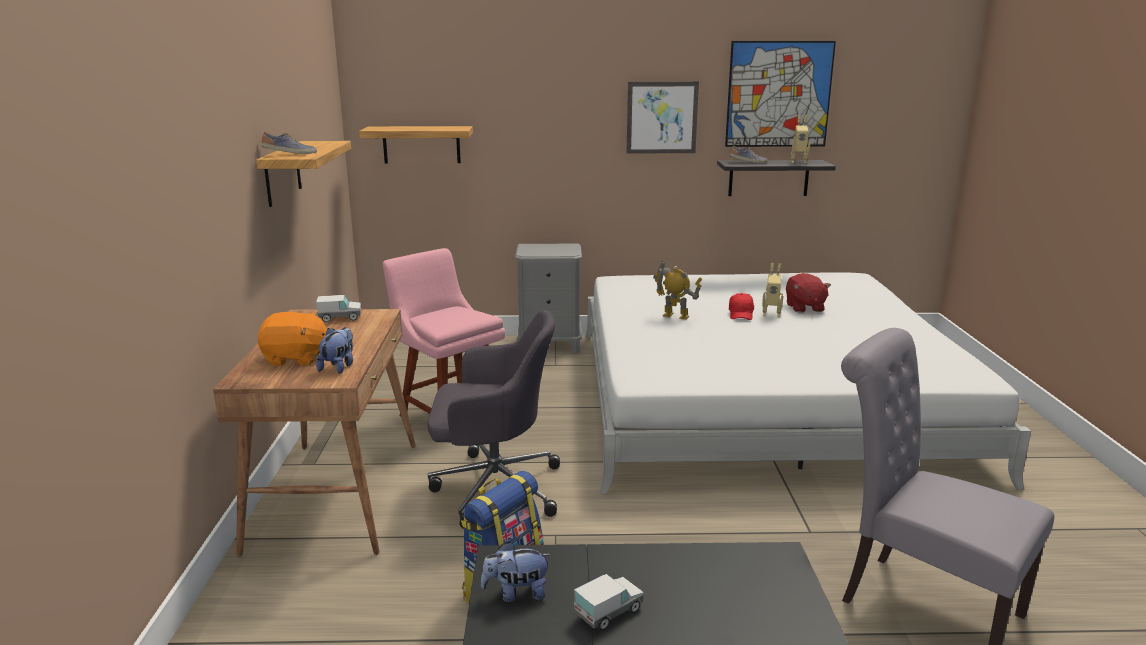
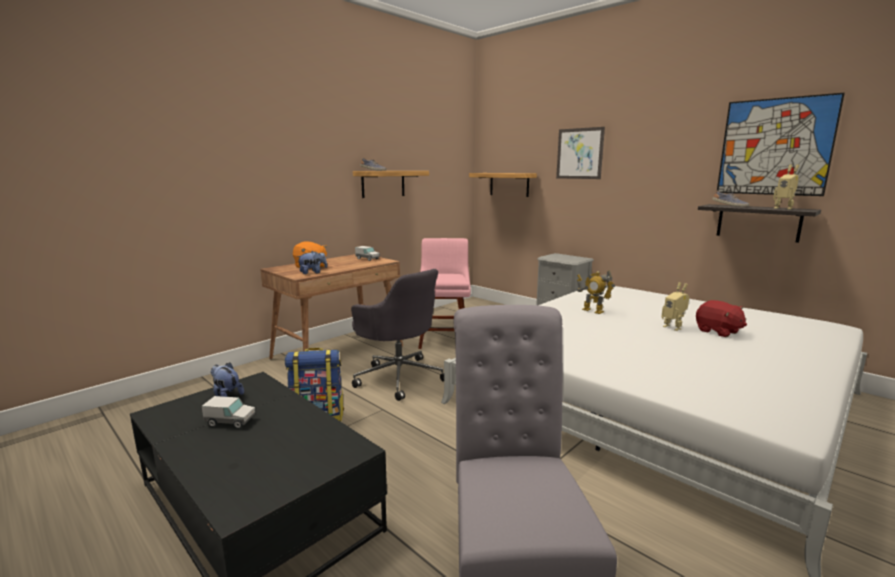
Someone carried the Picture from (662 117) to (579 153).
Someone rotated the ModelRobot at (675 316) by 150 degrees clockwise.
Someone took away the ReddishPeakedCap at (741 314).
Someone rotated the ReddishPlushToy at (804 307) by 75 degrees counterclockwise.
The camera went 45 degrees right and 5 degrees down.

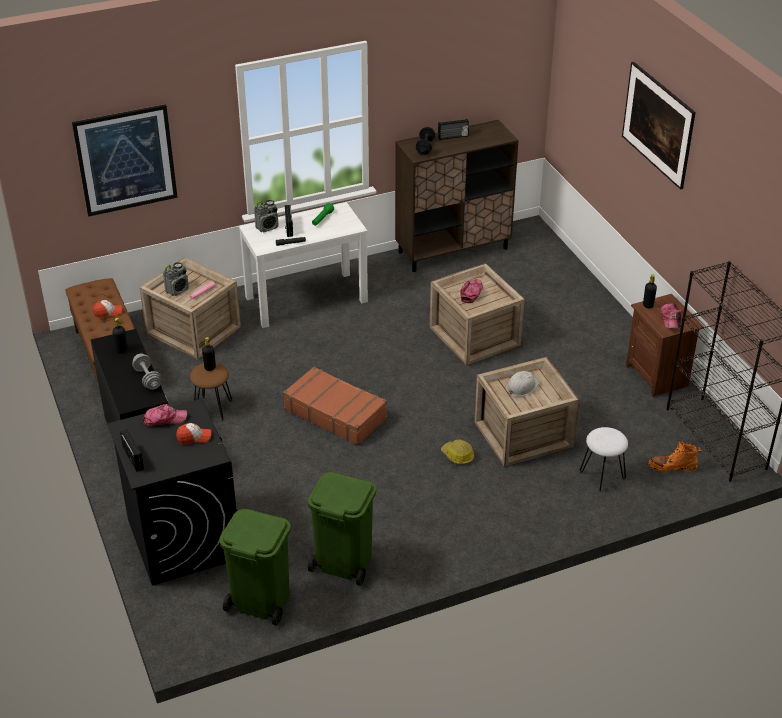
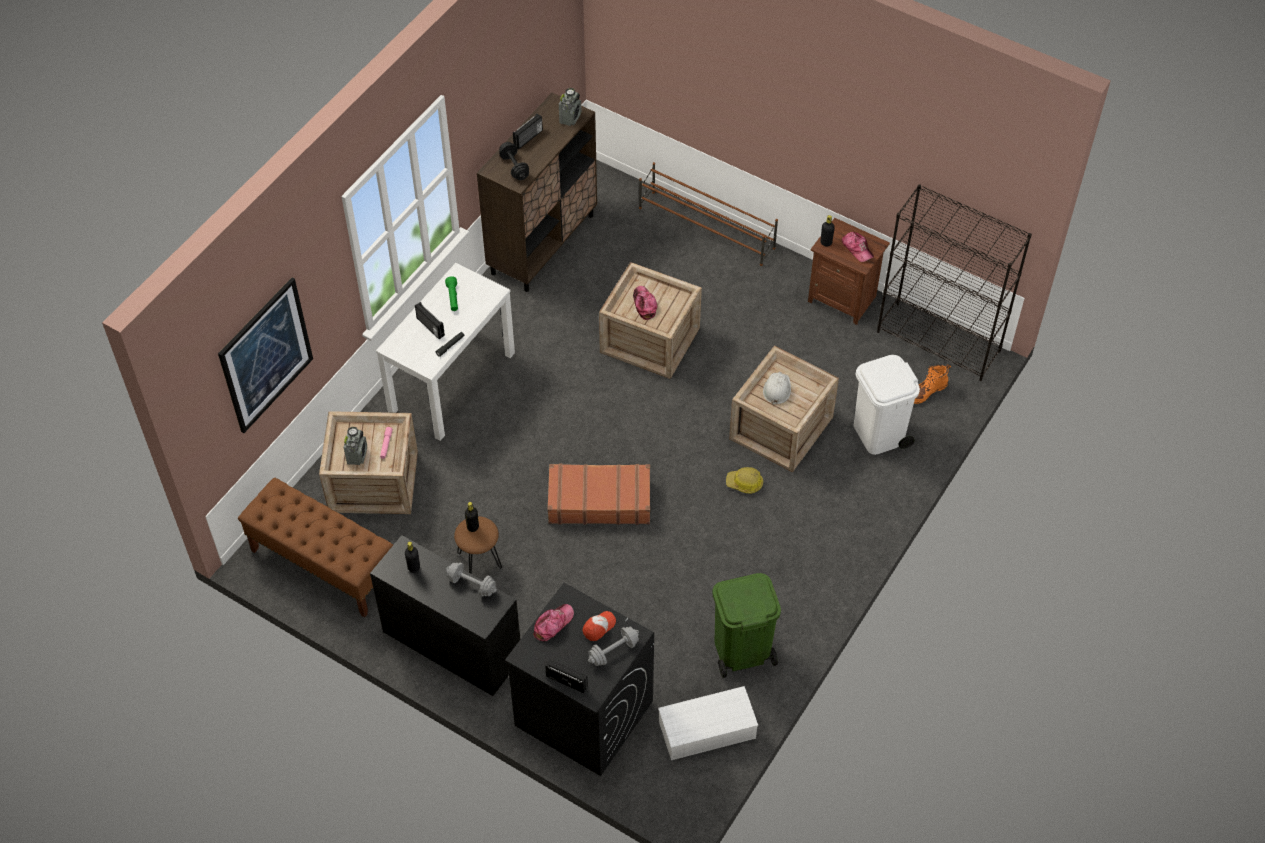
Someone took away the PeakedCap at (108 312).
Someone swapped the GreenRubbishBin at (260 601) for the WhiteStorageBin at (706 731).
Someone carried the RadioReceiver from (267 227) to (570 118).
Someone swapped the WhiteStool at (602 476) for the WhiteRubbishBin at (879 434).
Someone took away the Picture at (655 143).
Someone put down the GrayFreeWeight at (613 651).
Someone put down the BrownishShoeRack at (706 228).
The camera went 35 degrees left and 15 degrees up.

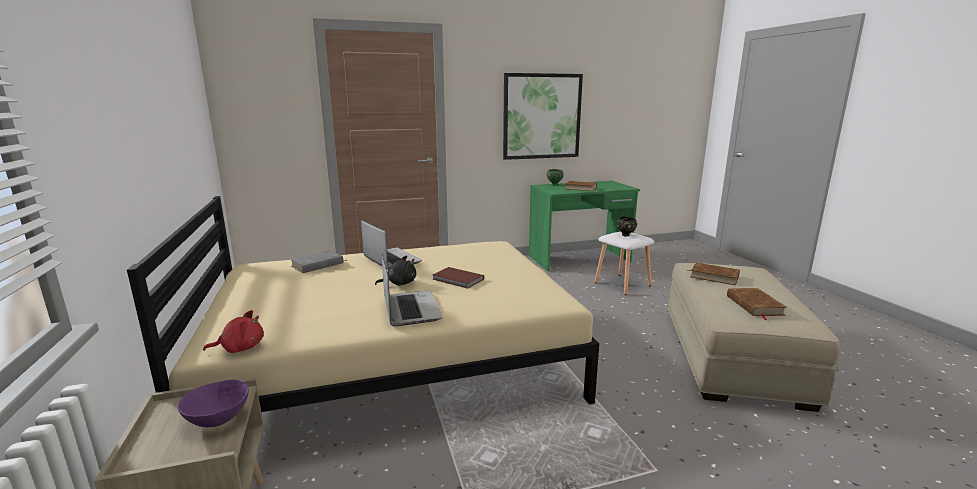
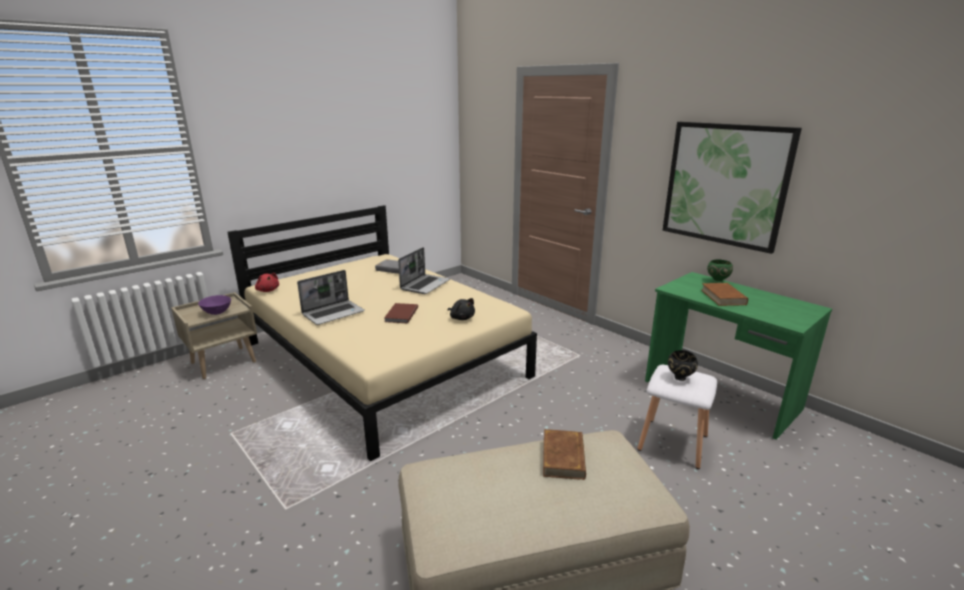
Someone carried the BlackishPlushToy from (399 283) to (461 318).
Someone took away the BrownishBoundBook at (754 305).
The camera went 65 degrees right and 5 degrees up.

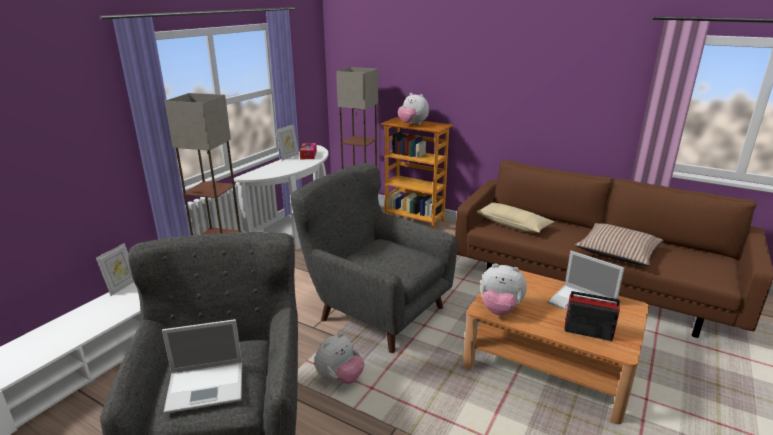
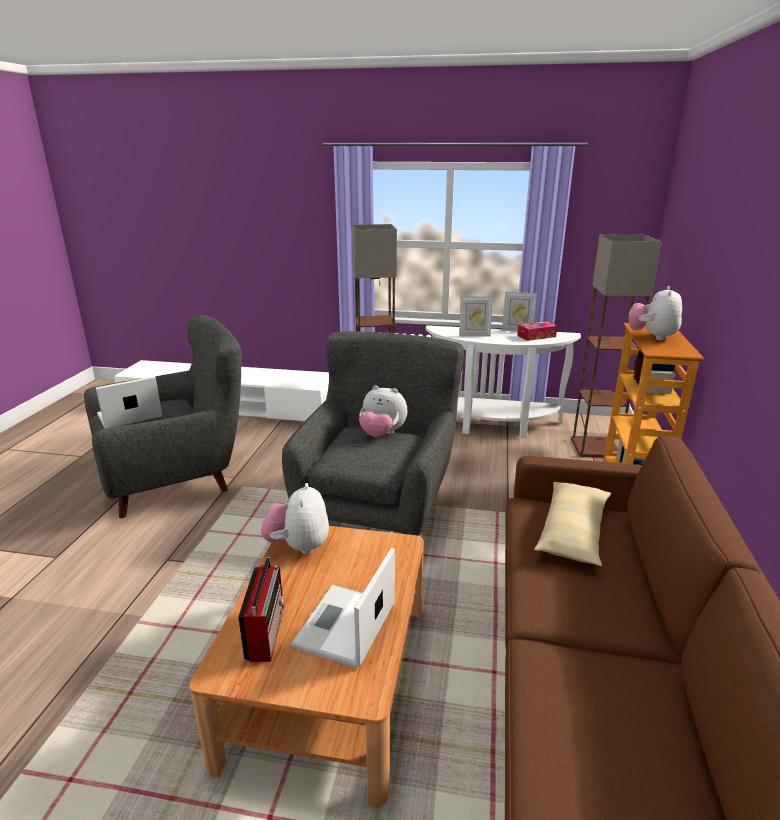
Someone carried the PictureFrame from (122 287) to (474 335).
Someone rotated the NotebookComputer at (207 386) by 90 degrees clockwise.
Someone carried the PlushToy from (340 378) to (382 434).
Someone took away the Pillow at (617 252).
The camera went 70 degrees right and 0 degrees up.

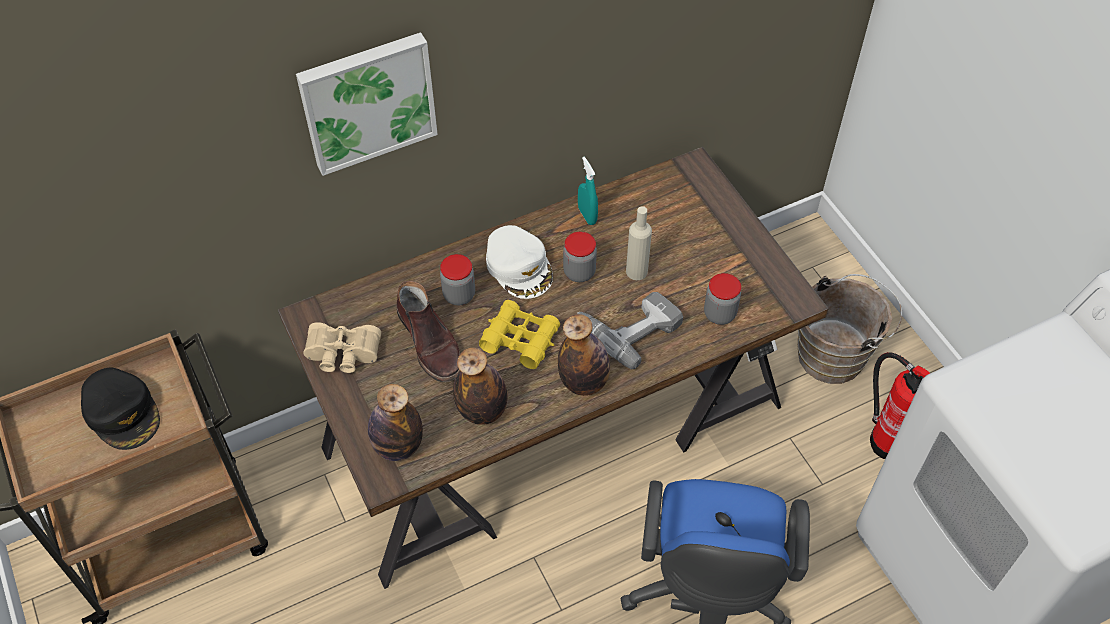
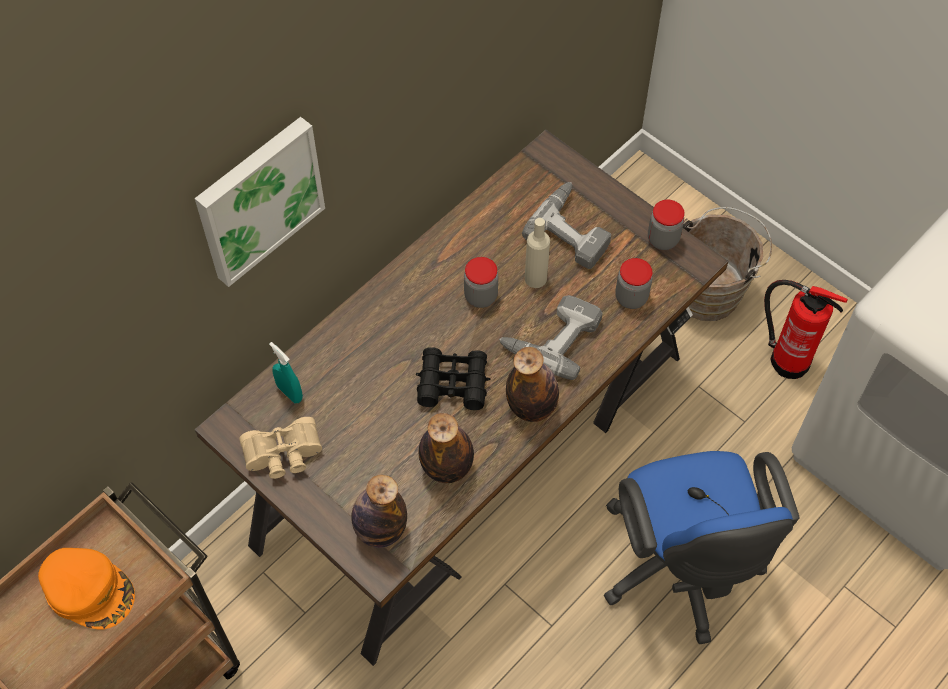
Someone repainted the BlackishPeakedCap at (123 412), which became the OrangeColouredPeakedCap at (89 590).
Someone took away the BrownishHighTopBoot at (431 343).
Someone carried the PreserveJar from (459 295) to (663 239).
Someone repainted the YellowFieldGlasses at (520 339), which became the BlackishFieldGlasses at (452 383).
Someone took away the WhitePeakedCap at (519 266).
Someone carried the BlueGreenSprayBottle from (587 215) to (289 393).
Someone put down the Drill at (573 230).
The camera went 20 degrees left and 5 degrees up.

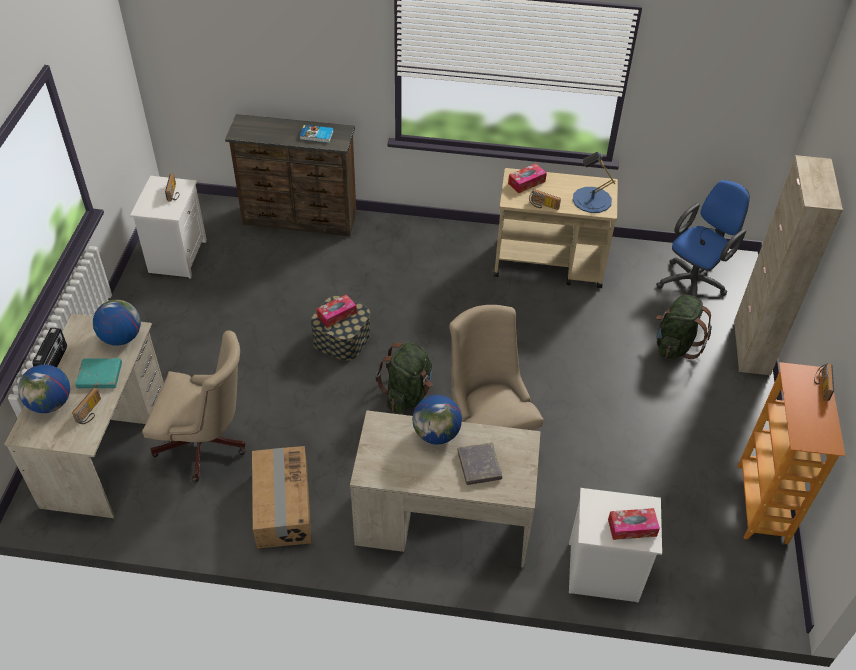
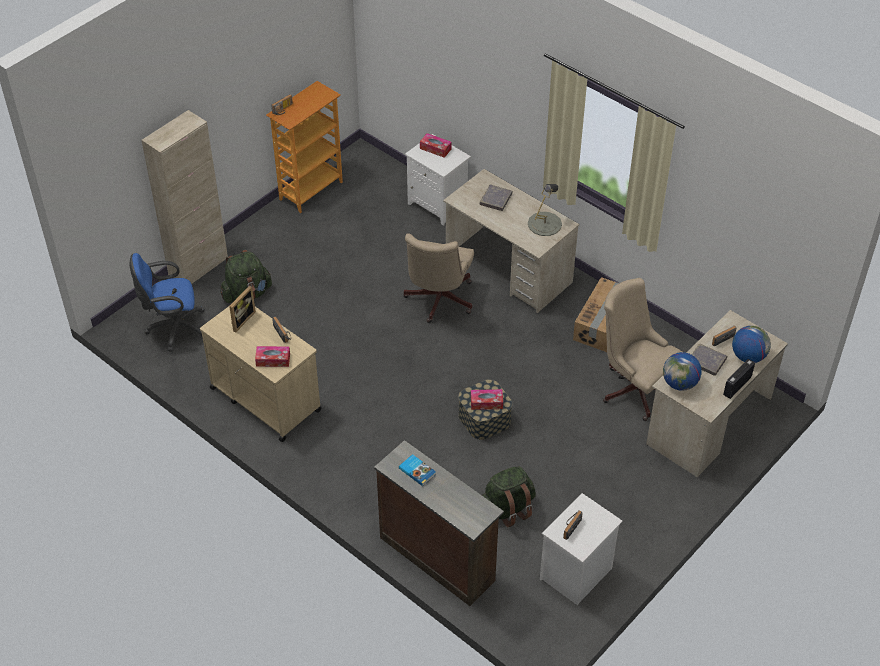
Someone repainted the BlueGreenBoundBook at (99 375), which became the GrayBoundBook at (706 361).
Someone carried the GreenBackpack from (407 394) to (507 509).
Someone took away the DeskGlobe at (436 434).
Someone swapped the BlueColouredTabletopLamp at (592 200) for the PictureFrame at (241 320).
Someone put down the GrayTabletopLamp at (544 224).
The camera went 145 degrees left and 0 degrees up.

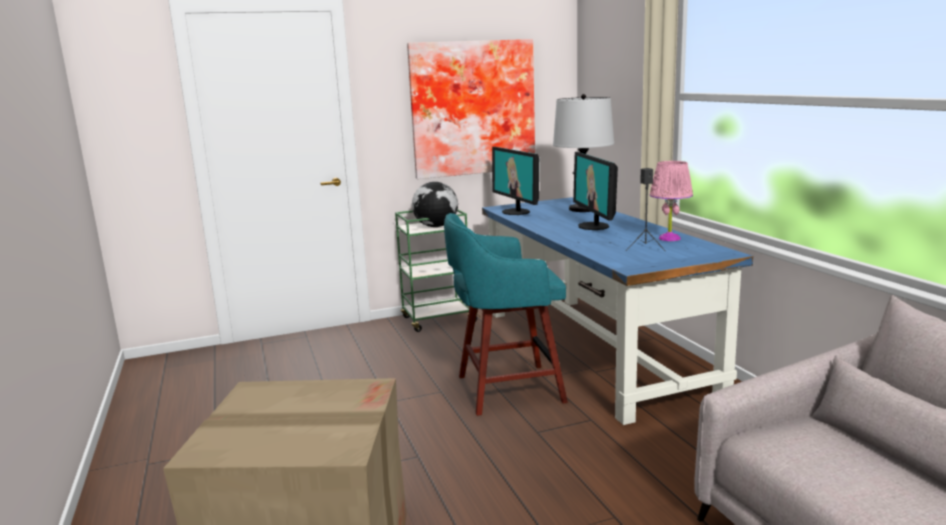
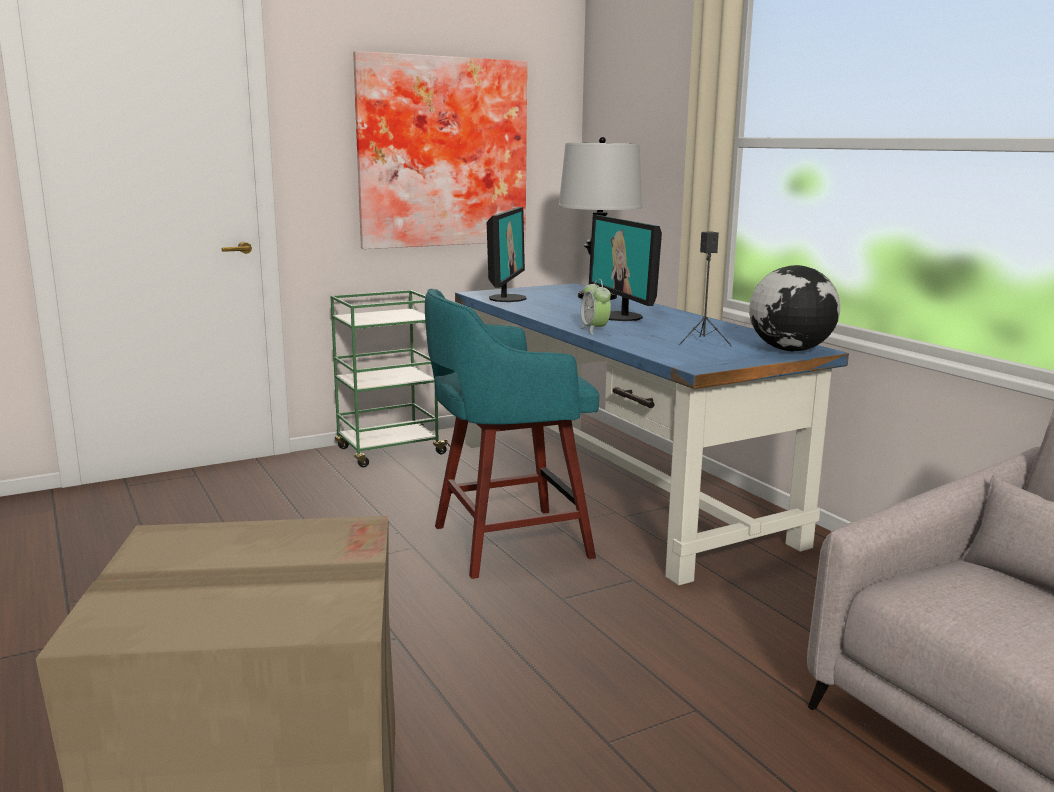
Someone carried the DeskGlobe from (436 226) to (790 350).
Someone rotated the ComputerScreen at (516 212) by 135 degrees counterclockwise.
Someone took away the PinkTabletopLamp at (669 238).
Someone put down the TableClock at (594 330).
The camera went 10 degrees left and 0 degrees up.

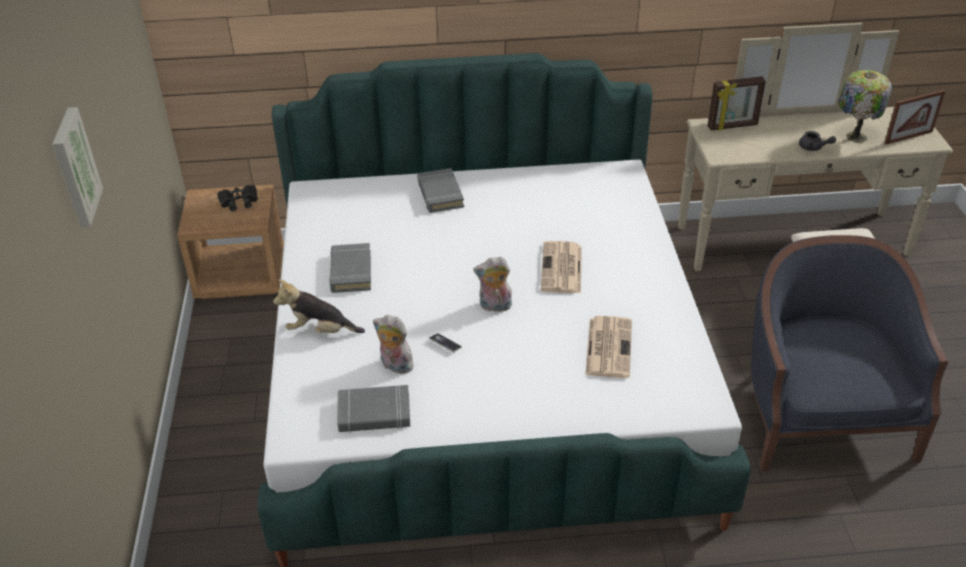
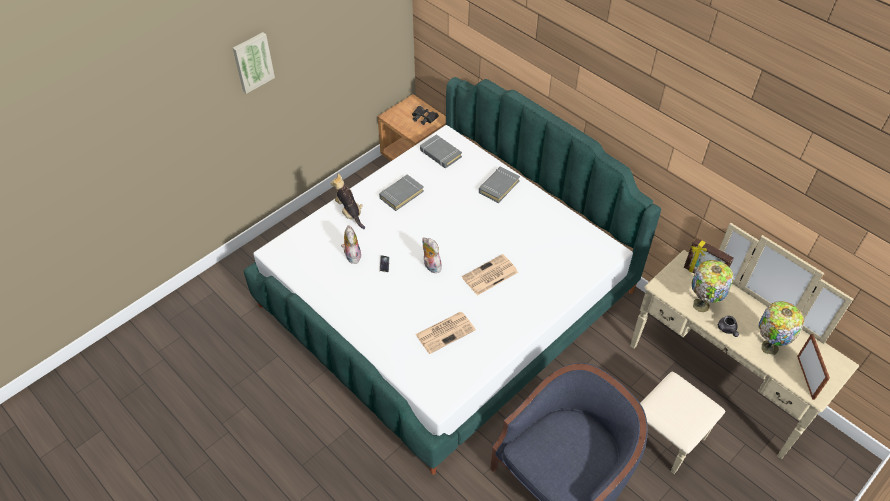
Someone carried the GrayBoundBook from (374 413) to (440 154).
Someone rotated the PictureFrame at (908 137) by 120 degrees counterclockwise.
Someone put down the TabletopLamp at (702 305).
The camera went 50 degrees right and 10 degrees up.

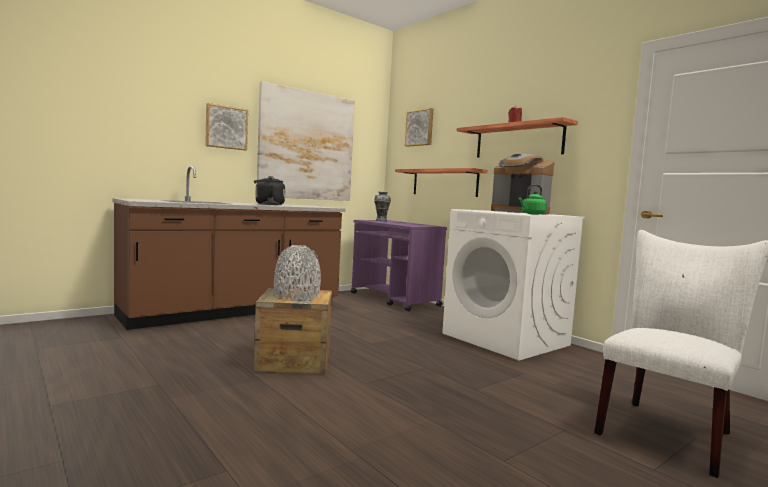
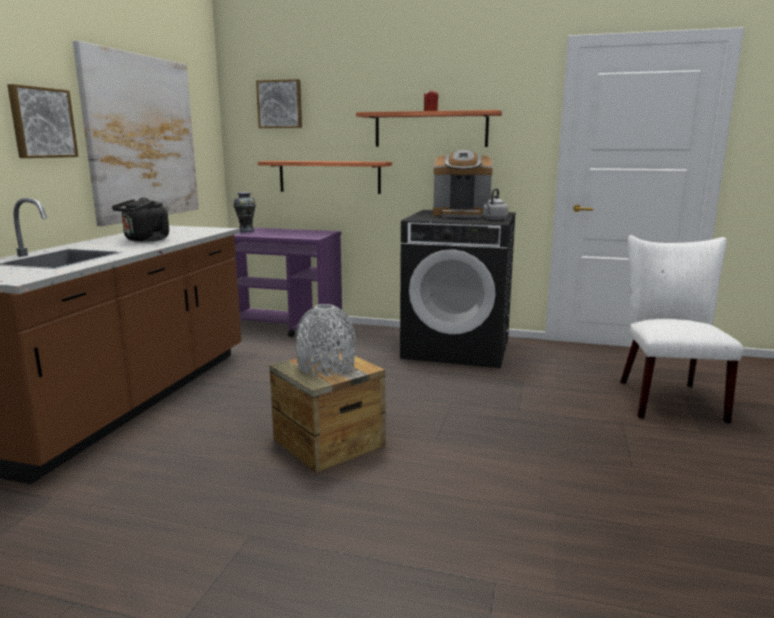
Someone repainted the WhiteLaundryMachine at (506 339), which became the BlackishLaundryMachine at (457 348).
Someone repainted the GreenWaterKettle at (532 214), which became the GrayWaterKettle at (494 219).
The camera went 35 degrees left and 10 degrees up.

